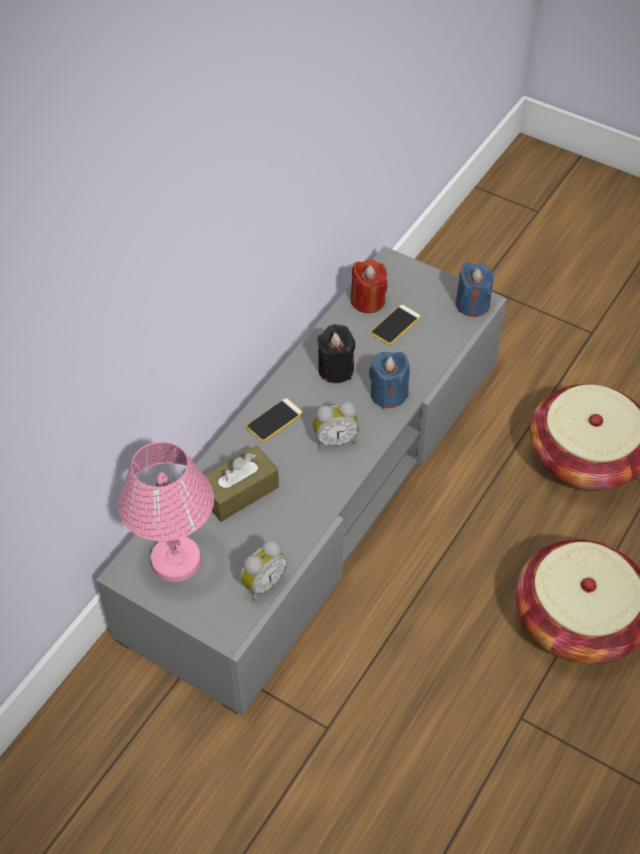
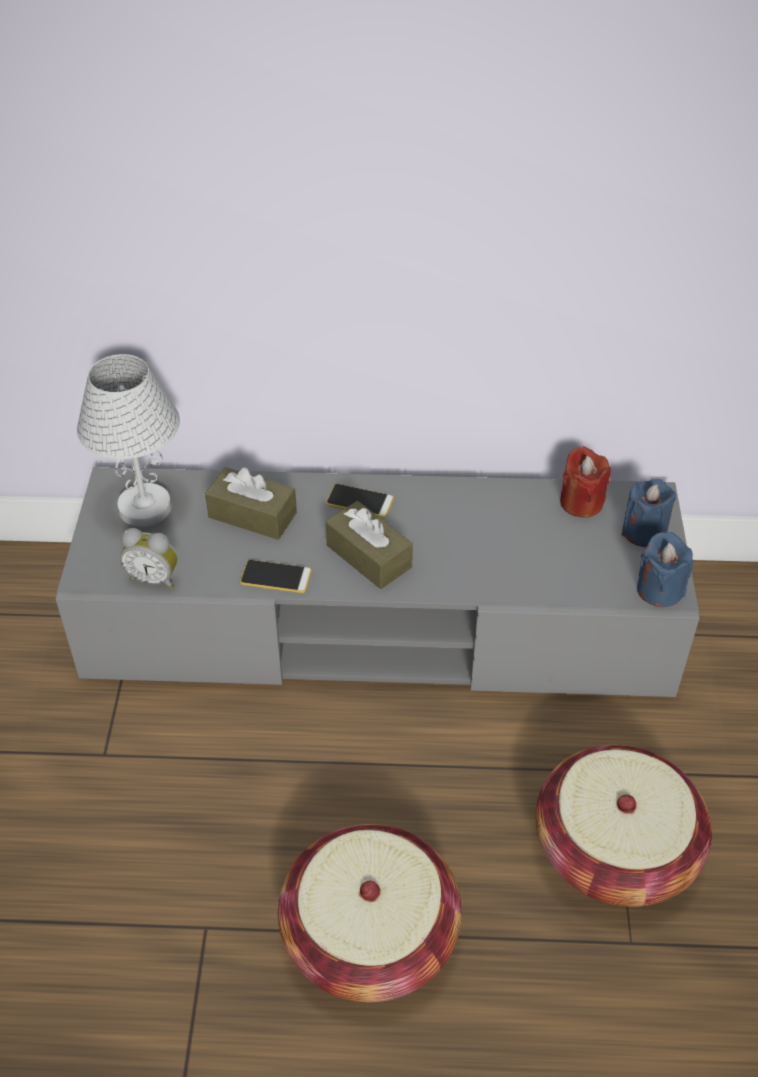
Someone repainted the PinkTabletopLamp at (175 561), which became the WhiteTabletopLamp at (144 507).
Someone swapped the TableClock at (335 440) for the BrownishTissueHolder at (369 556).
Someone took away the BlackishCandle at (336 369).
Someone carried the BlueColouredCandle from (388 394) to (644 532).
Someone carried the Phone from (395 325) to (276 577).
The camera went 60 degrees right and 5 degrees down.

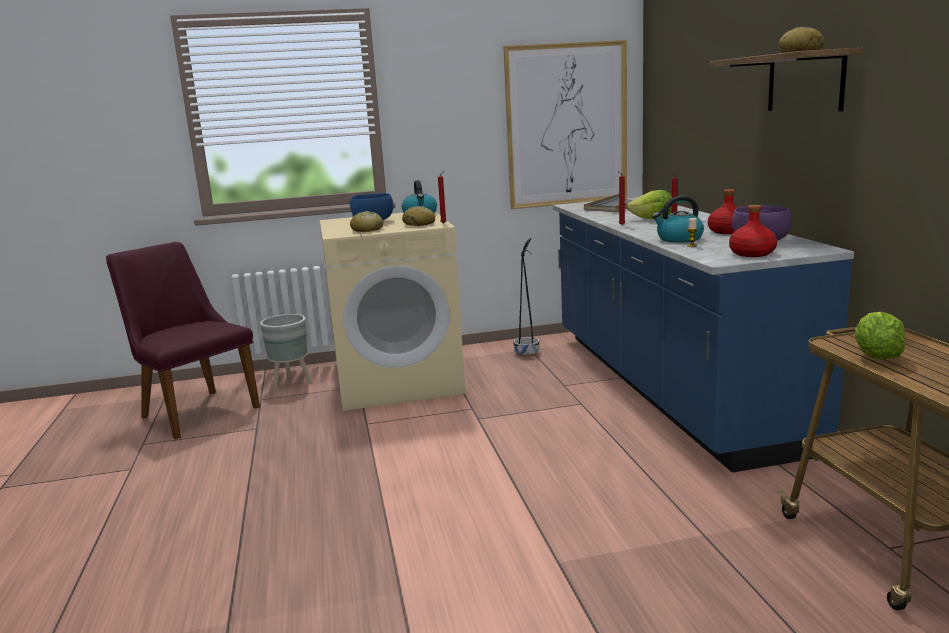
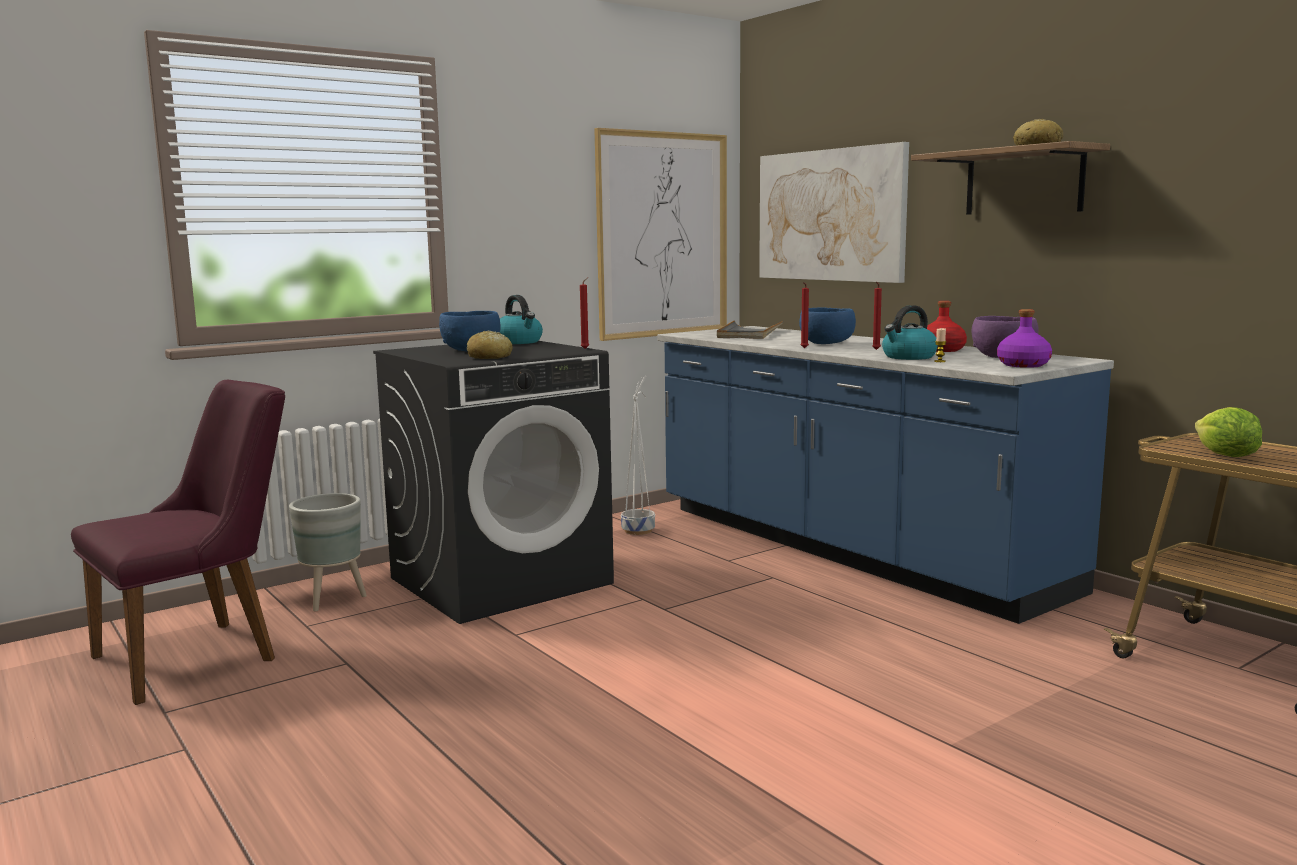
Someone rotated the PurplePlainChair at (193 410) by 120 degrees clockwise.
Someone repainted the BeigeLaundryMachine at (399 382), which became the BlackishLaundryMachine at (501 580).
Someone took away the BakedBread at (419 224).
Someone repainted the BlackishPlantPot at (527 353), which became the WhitePlantPot at (639 530).
Someone swapped the Lettuce at (653 219) for the BlueColouredDeepDish at (827 343).
Someone repainted the ReddishBeverageBottle at (751 254), which became the PurpleBeverageBottle at (1022 365).
Someone put up the Picture at (830 215).
The camera went 25 degrees left and 5 degrees down.

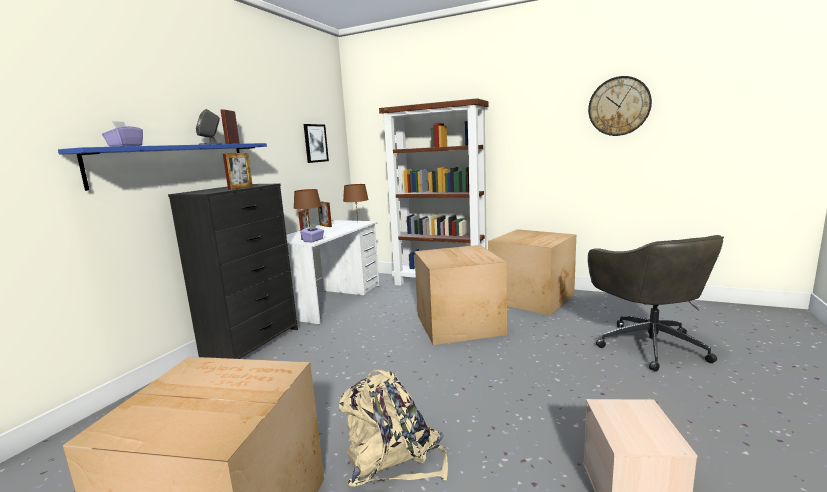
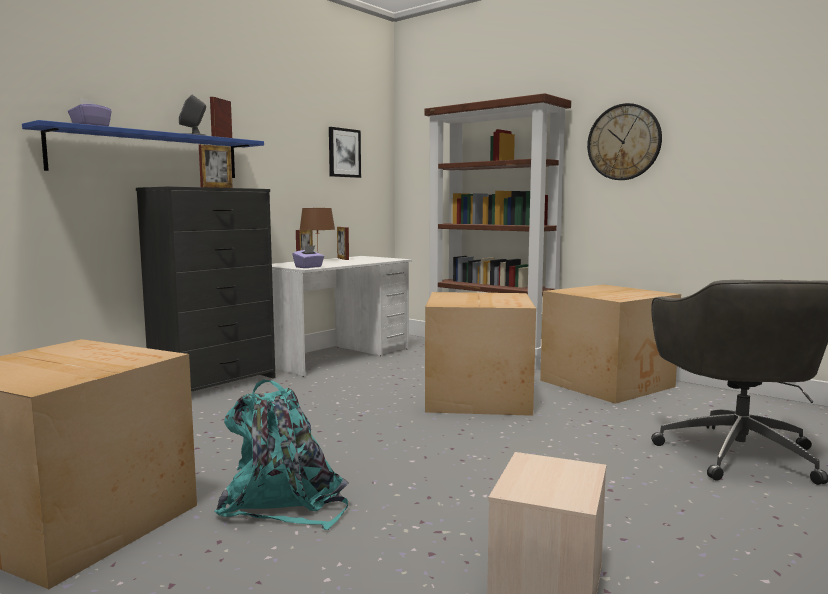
Someone repainted the BeigeBackpack at (393 459), which became the BlueGreenBackpack at (285 503).
Someone took away the BrownishTabletopLamp at (357 223).
Someone carried the WallClock from (619 106) to (624 142).
The camera went 15 degrees right and 5 degrees down.

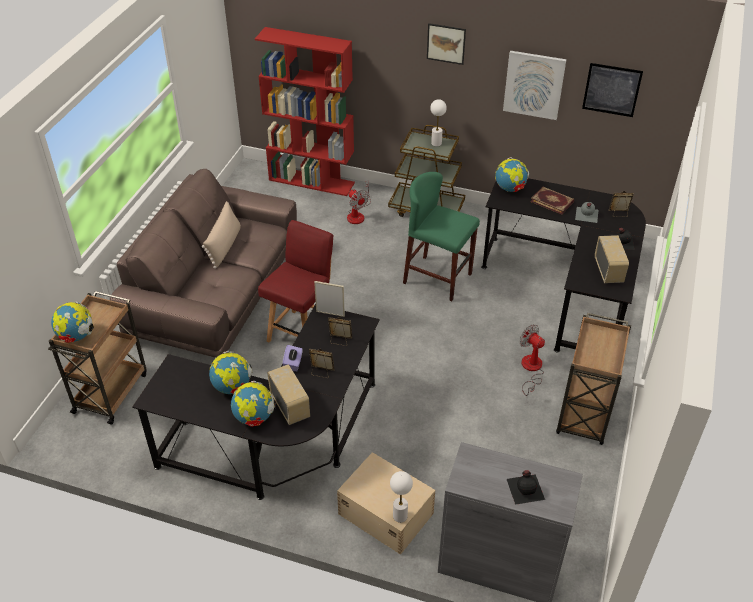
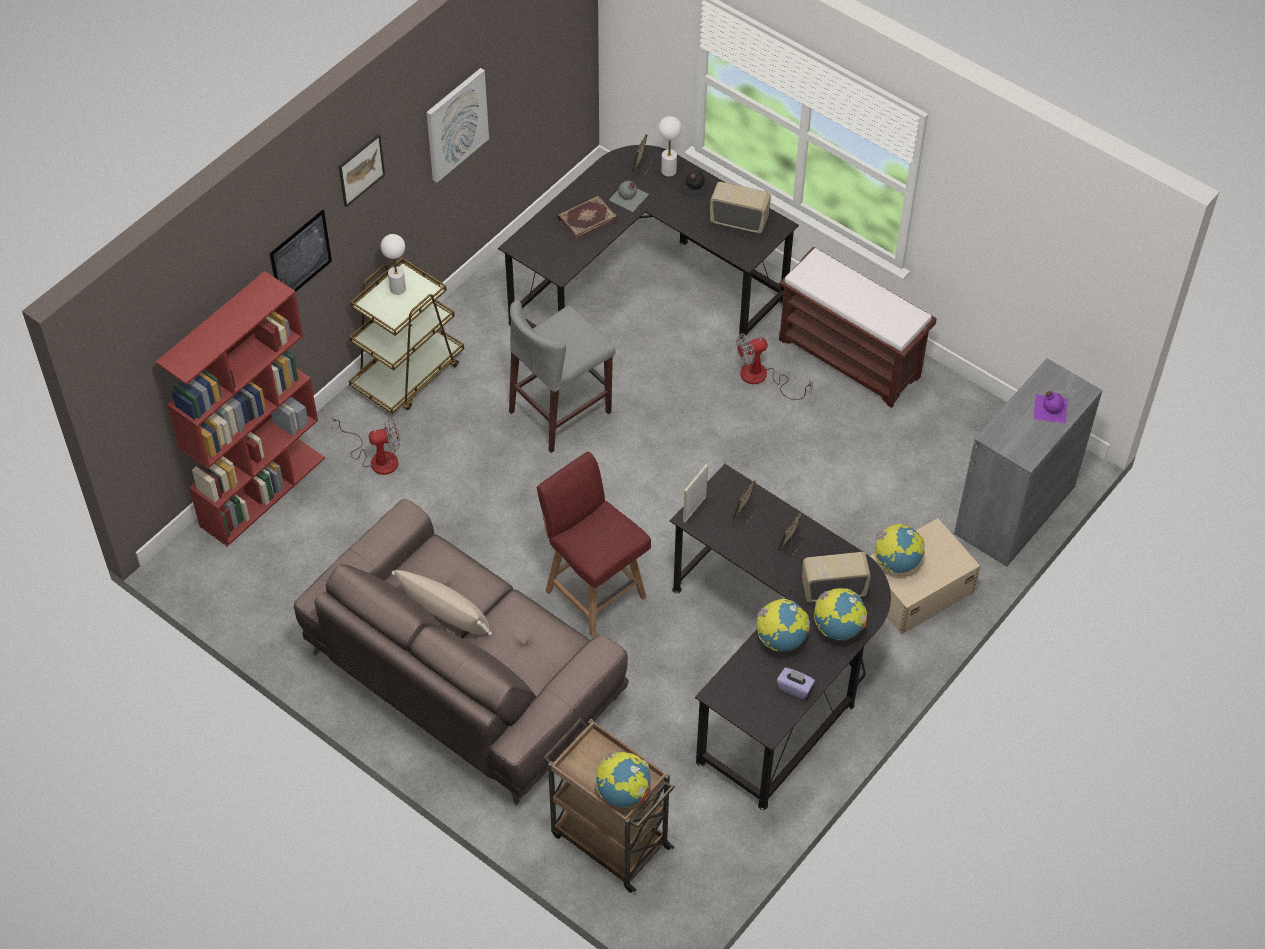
Someone carried the PurpleTissueHolder from (293 363) to (794 688).
Someone carried the WhiteTabletopLamp from (400 516) to (669 171).
Someone repainted the GreenStool at (437 279), which became the GrayStool at (561 412).
Someone carried the DeskGlobe from (510 189) to (897 562).
Someone repainted the BlackishBeverageBottle at (525 488), which became the PurpleBeverageBottle at (1050 408).
Someone swapped the BrownishCart at (584 415) for the BrownishBench at (851 358).
Someone carried the Picture from (611 90) to (300 257).
The camera went 70 degrees left and 10 degrees up.

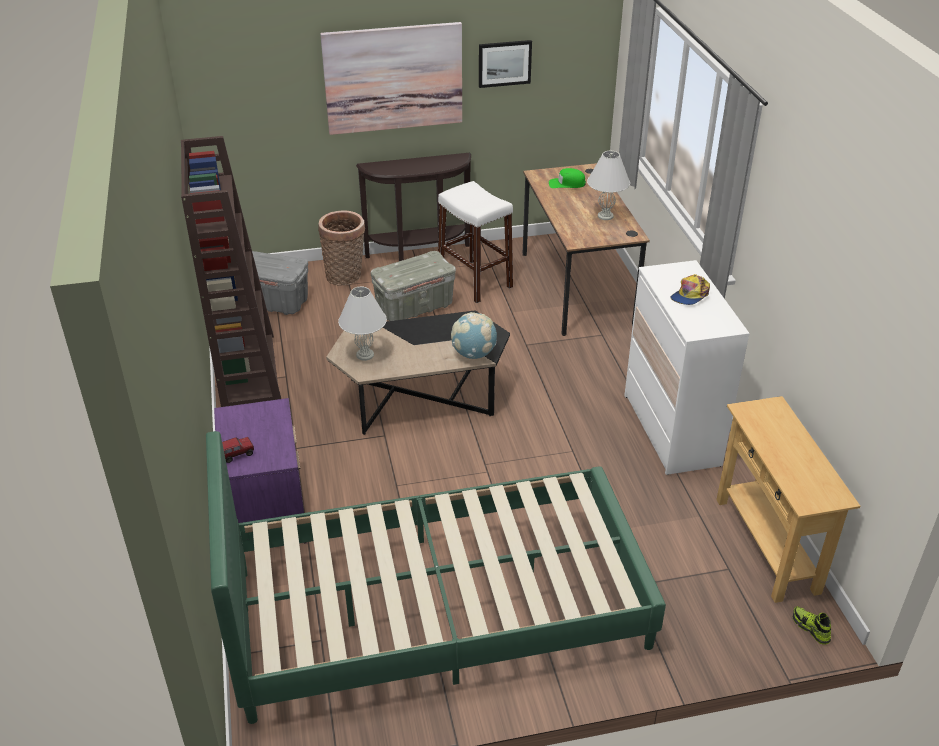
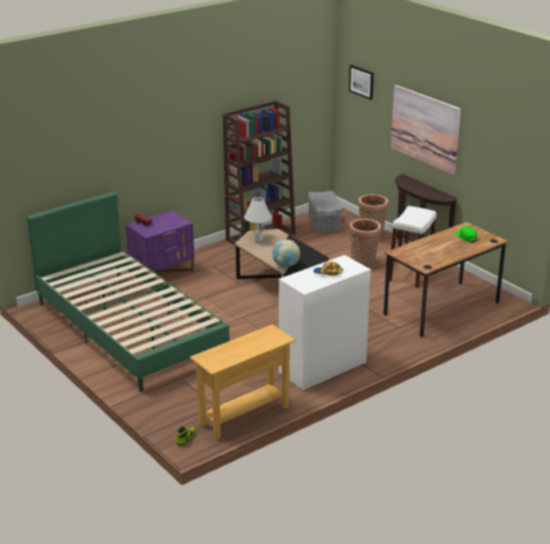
Someone swapped the GrayStorageBin at (414 306) for the Basket at (363 264).
Someone carried the Picture from (504 63) to (361 82).
Someone took away the WhiteTabletopLamp at (605 216).
The camera went 65 degrees right and 10 degrees down.

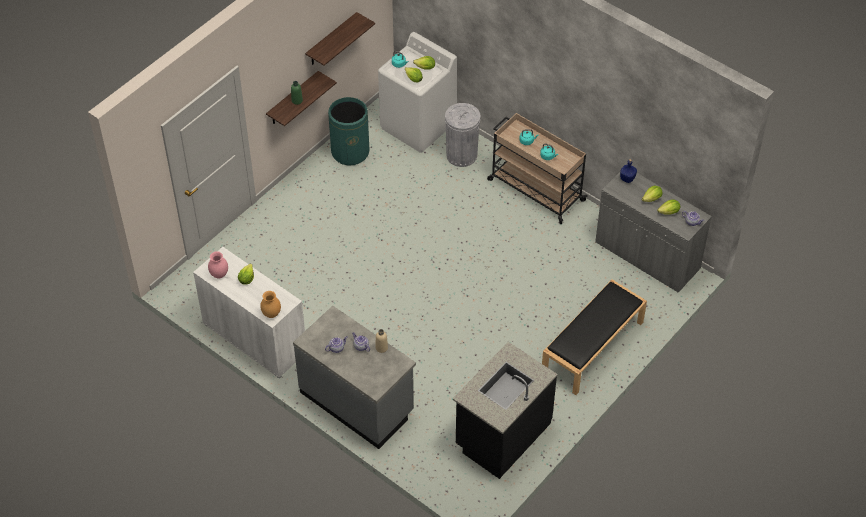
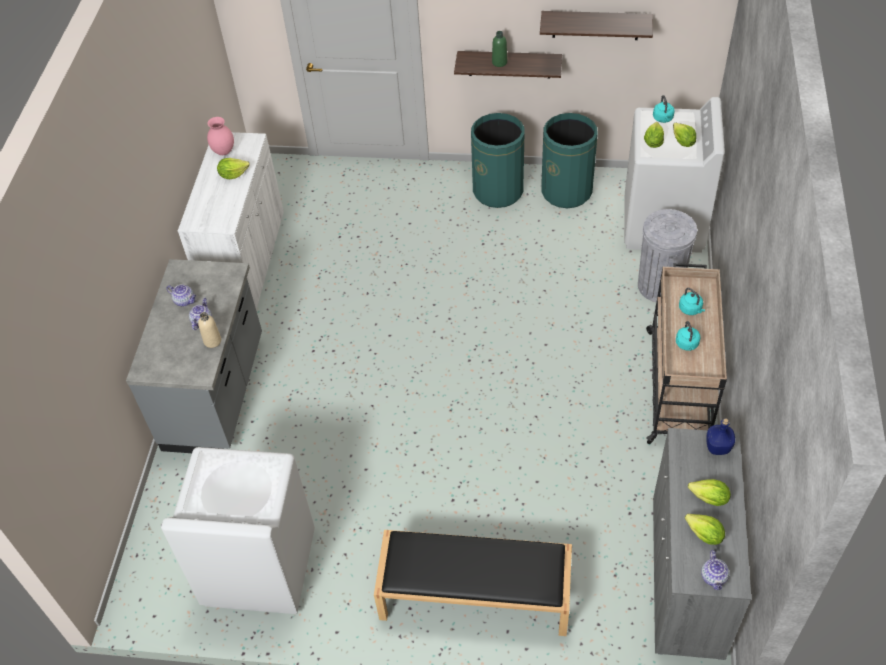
Someone took away the BrownishVase at (271 314).
Someone swapped the BlackishKitchenBaseUnit at (502 434) for the WhiteLaundryMachine at (259 568).
Someone put down the GreenRubbishBin at (498 191).
The camera went 60 degrees right and 0 degrees up.

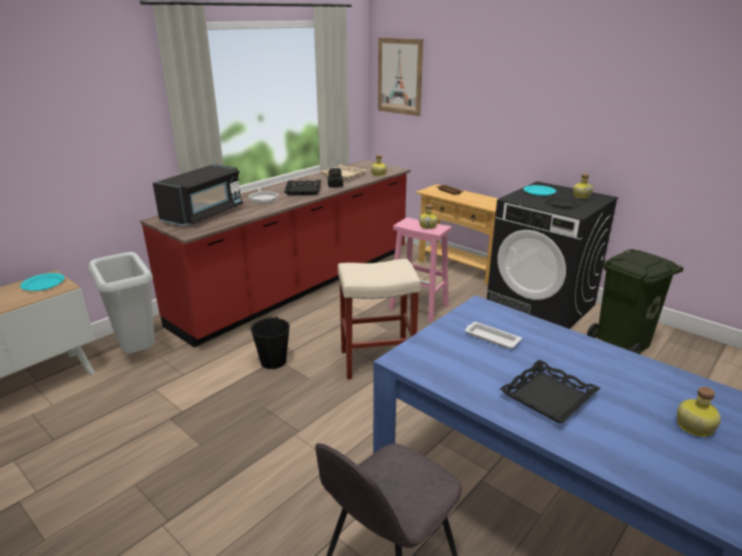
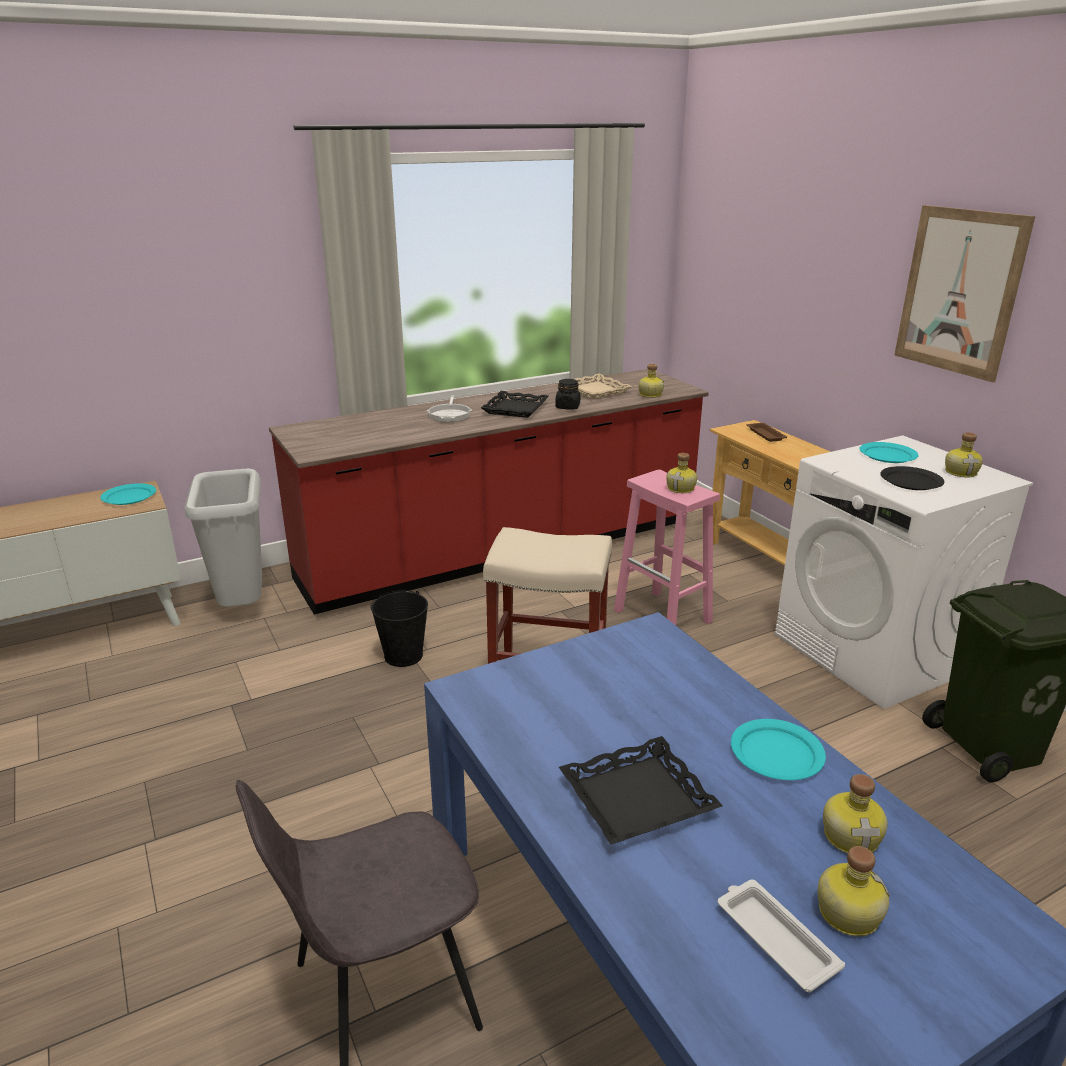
Someone took away the BlackishMicrowaveOven at (204 214).
Someone carried the Picture from (399 76) to (959 292).
Someone carried the WhiteCarryingTray from (491 338) to (774 938).
Someone repainted the BlackishLaundryMachine at (541 306), which became the WhiteLaundryMachine at (875 652).
Someone put down the BlueGreenPlate at (776 752).
Someone put down the BeverageBottle at (852 836).
The camera went 20 degrees right and 0 degrees up.

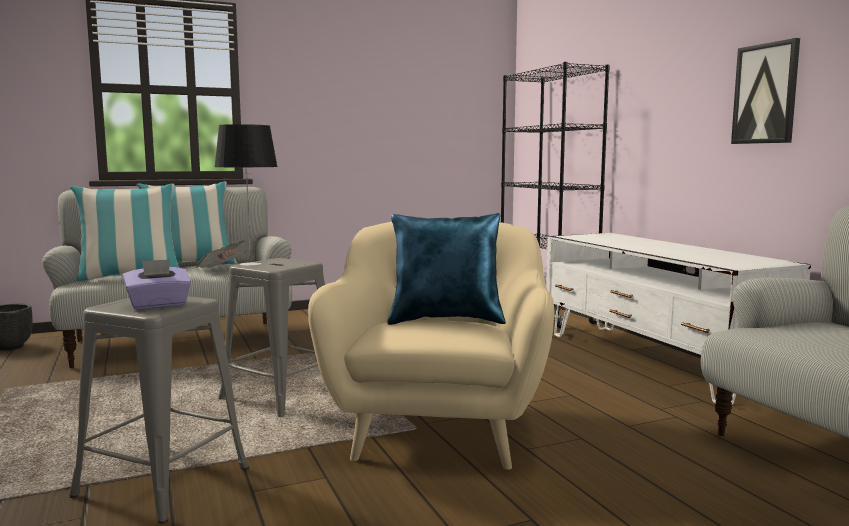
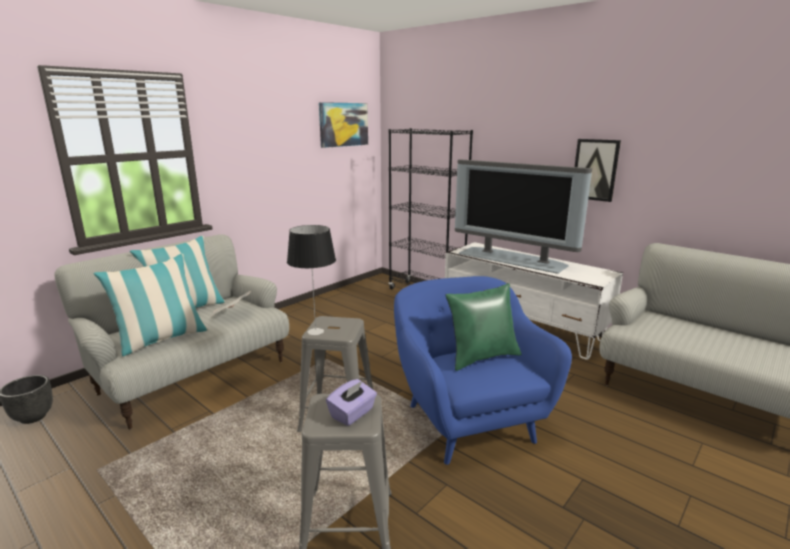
Someone repainted the BeigeEasyChair at (438 429), which became the BlueColouredEasyChair at (467 420).
Someone repainted the BlueColouredPillow at (446 320), which became the GreenPillow at (482 357).
Someone put up the Picture at (343 124).
Someone put down the Television at (512 259).
The camera went 25 degrees left and 10 degrees up.

